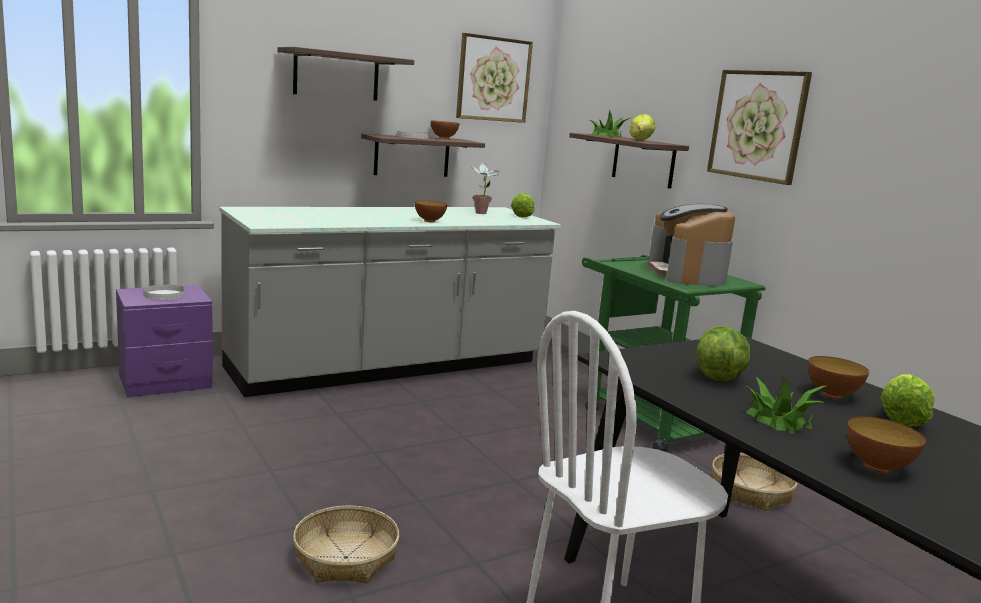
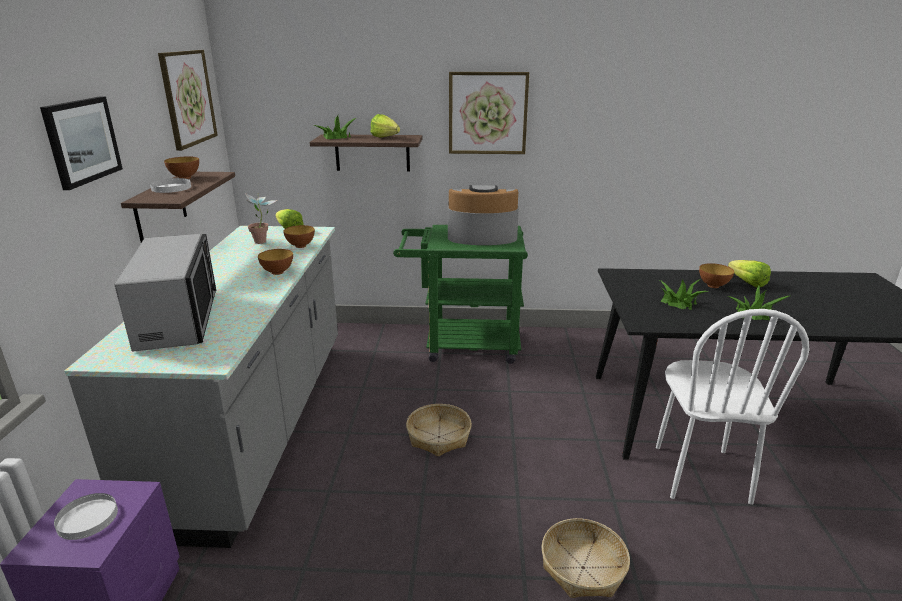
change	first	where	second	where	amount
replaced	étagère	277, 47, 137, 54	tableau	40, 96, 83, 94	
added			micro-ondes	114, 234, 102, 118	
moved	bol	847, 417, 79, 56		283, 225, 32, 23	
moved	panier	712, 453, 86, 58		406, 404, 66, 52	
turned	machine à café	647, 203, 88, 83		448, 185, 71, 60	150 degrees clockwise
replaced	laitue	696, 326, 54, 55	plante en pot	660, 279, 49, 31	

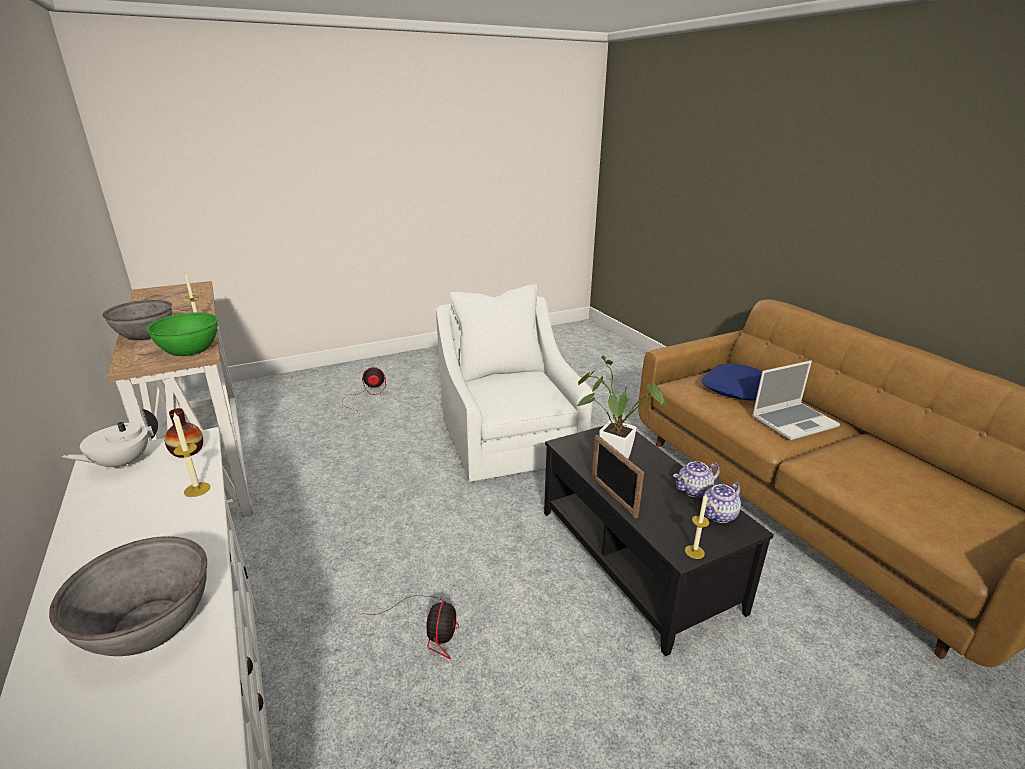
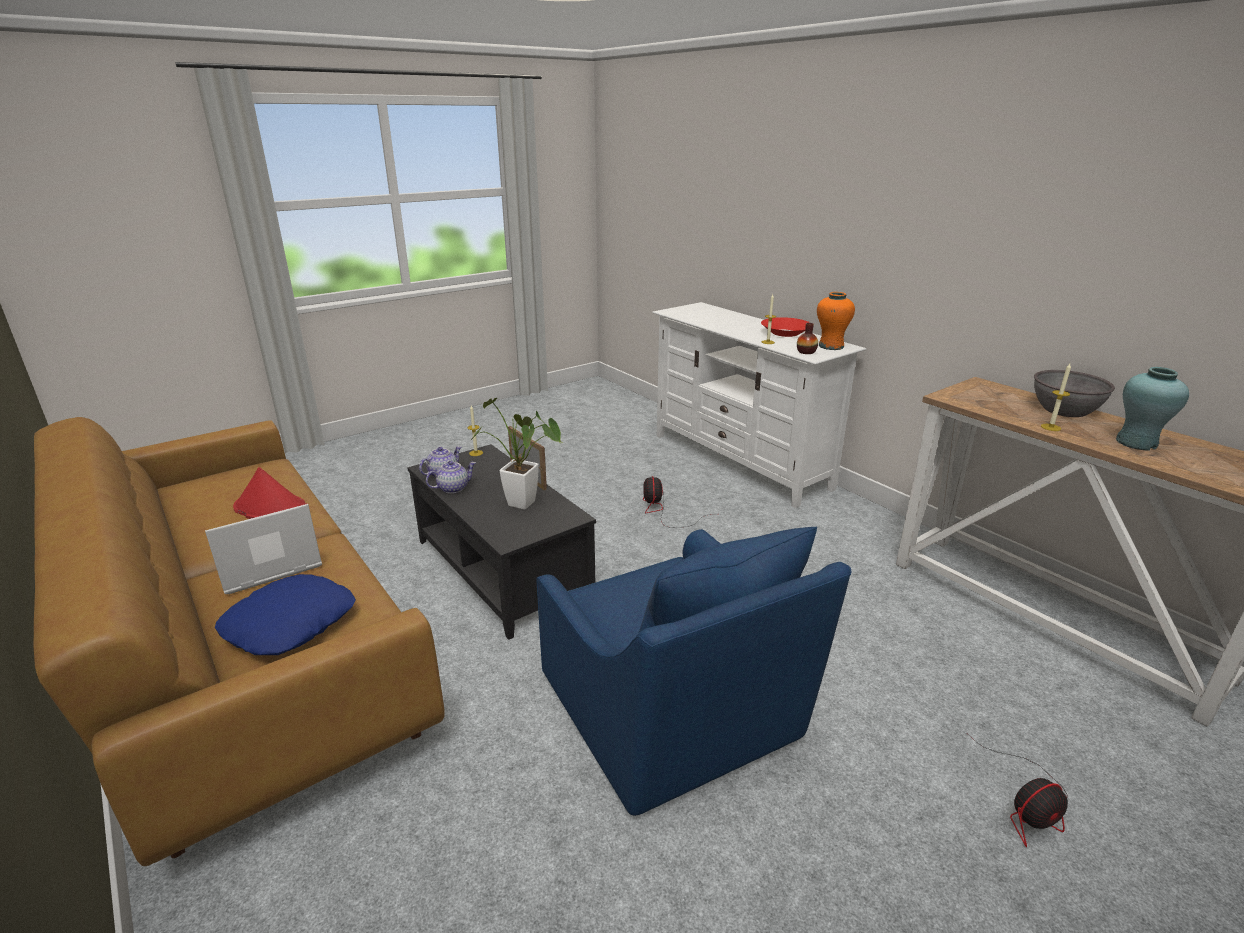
change	first	where	second	where	amount
added			chapeau (rouge)	233, 467, 74, 52	
recoloured	fauteuil (blanc)	435, 284, 158, 198	fauteuil (bleu)	537, 527, 315, 289	
added			bol (rouge)	761, 317, 49, 20	
replaced	théière (blanc)	61, 408, 97, 62	vase (orange)	817, 292, 38, 58	
added			vase (turquoise)	1116, 367, 73, 84	
removed	bol (gris)	49, 536, 158, 120			
removed	bol (vert)	146, 313, 72, 43			

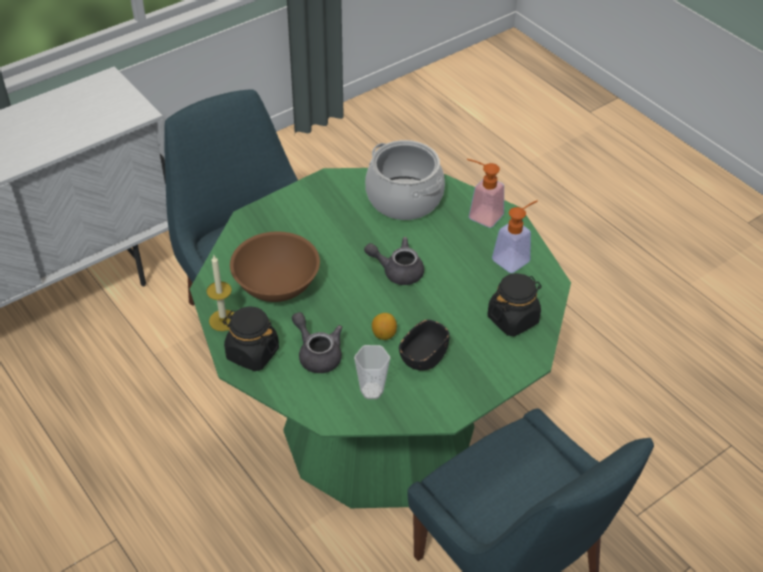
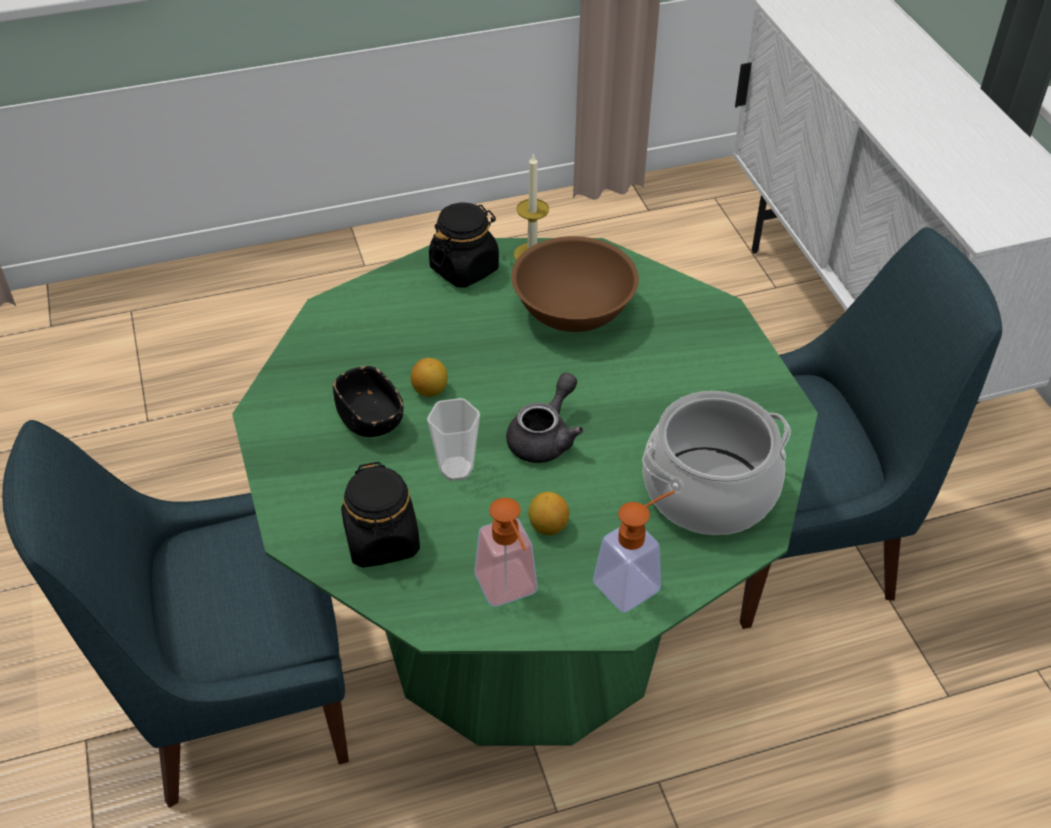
change	first	where	second	where	amount
moved	tasse	354, 345, 36, 54		427, 398, 53, 83	
added			citron	528, 492, 41, 43	
removed	théière (gris)	292, 312, 50, 61			

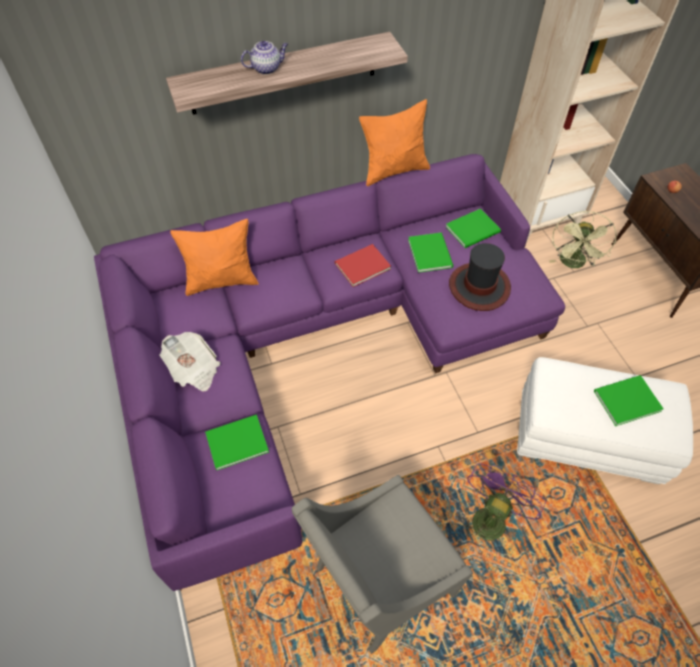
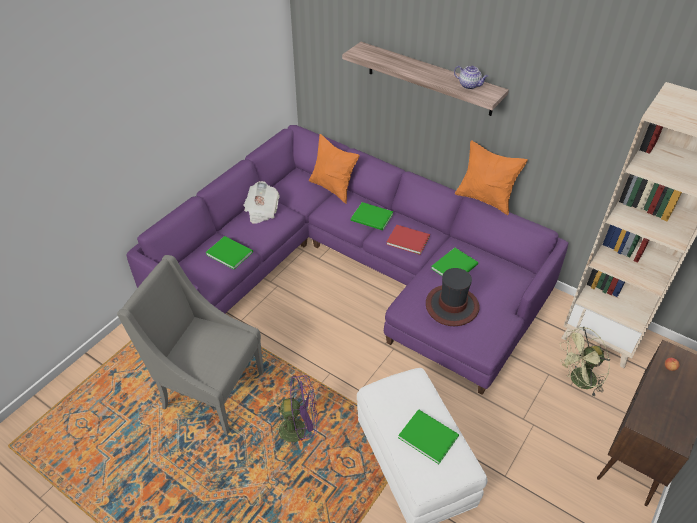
change	first	where	second	where	amount
moved	livre (vert)	446, 208, 55, 40		351, 202, 43, 28	
moved	théière	241, 41, 47, 33		454, 66, 35, 23	

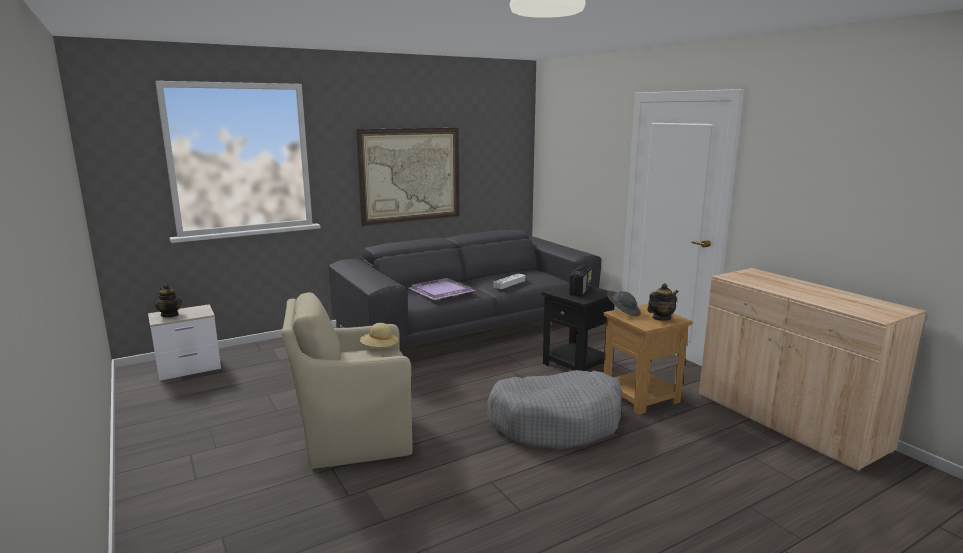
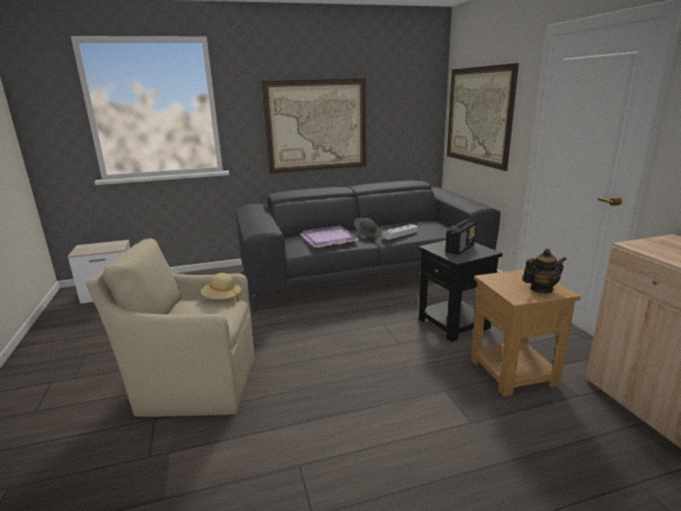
change	first	where	second	where	amount
moved	chapeau (gris)	607, 291, 34, 25		354, 218, 27, 19	
added			tableau	447, 63, 72, 108	
removed	théière	155, 284, 27, 33			
removed	panier pour chien (gris)	487, 370, 134, 80			

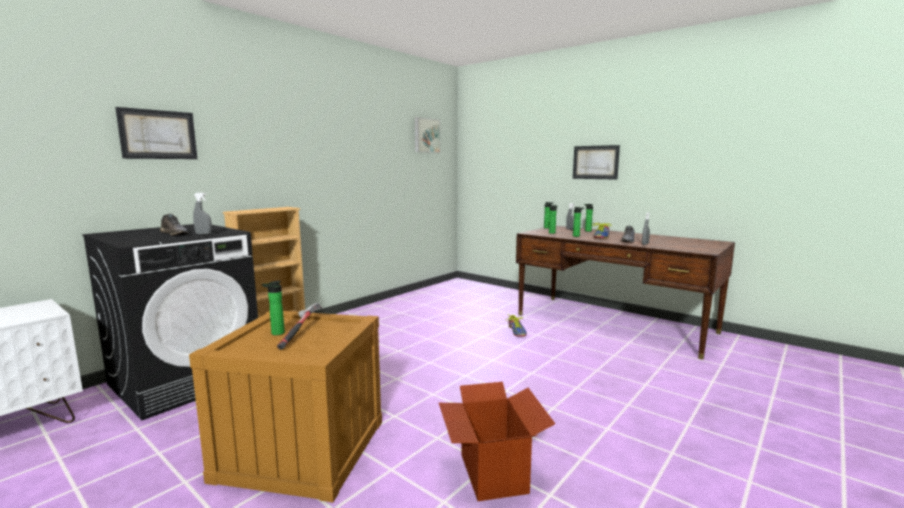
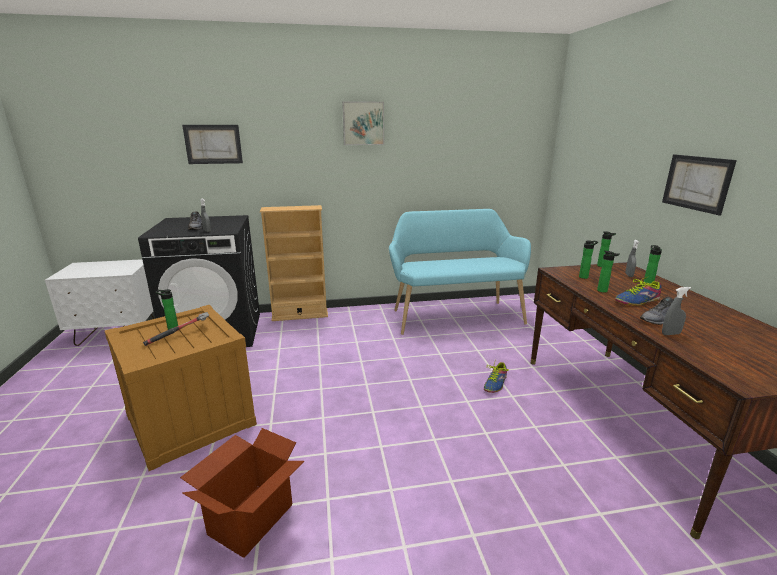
change	first	where	second	where	amount
moved	tableau	415, 117, 25, 36		342, 101, 42, 44	
added			banc (turquoise)	389, 209, 142, 126	

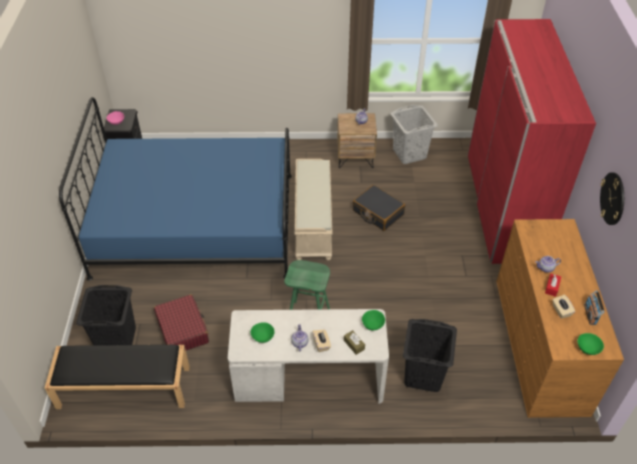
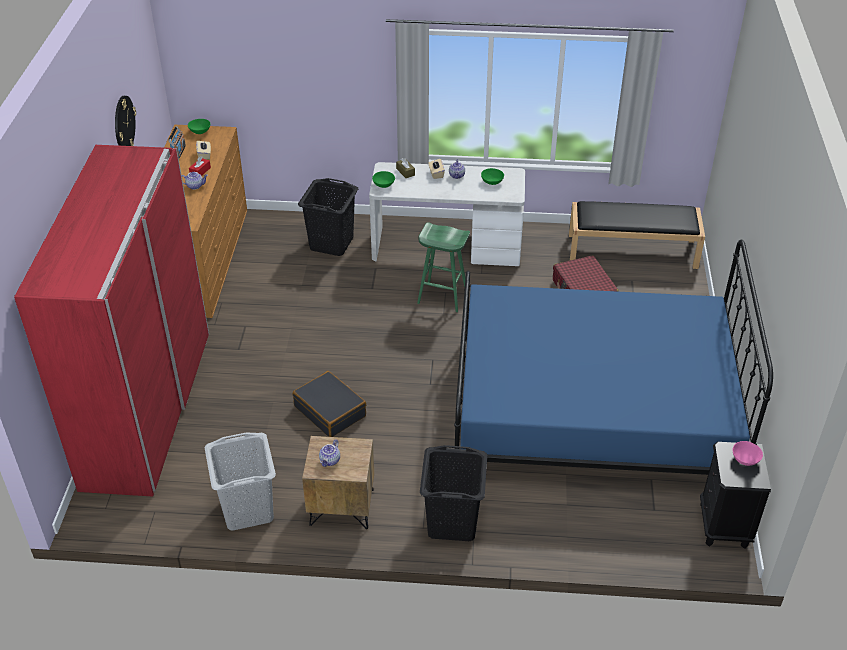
change	first	where	second	where	amount
moved	panier à linge (noir)	76, 285, 60, 60		420, 445, 67, 96	
removed	banc (beige)	295, 159, 37, 102			

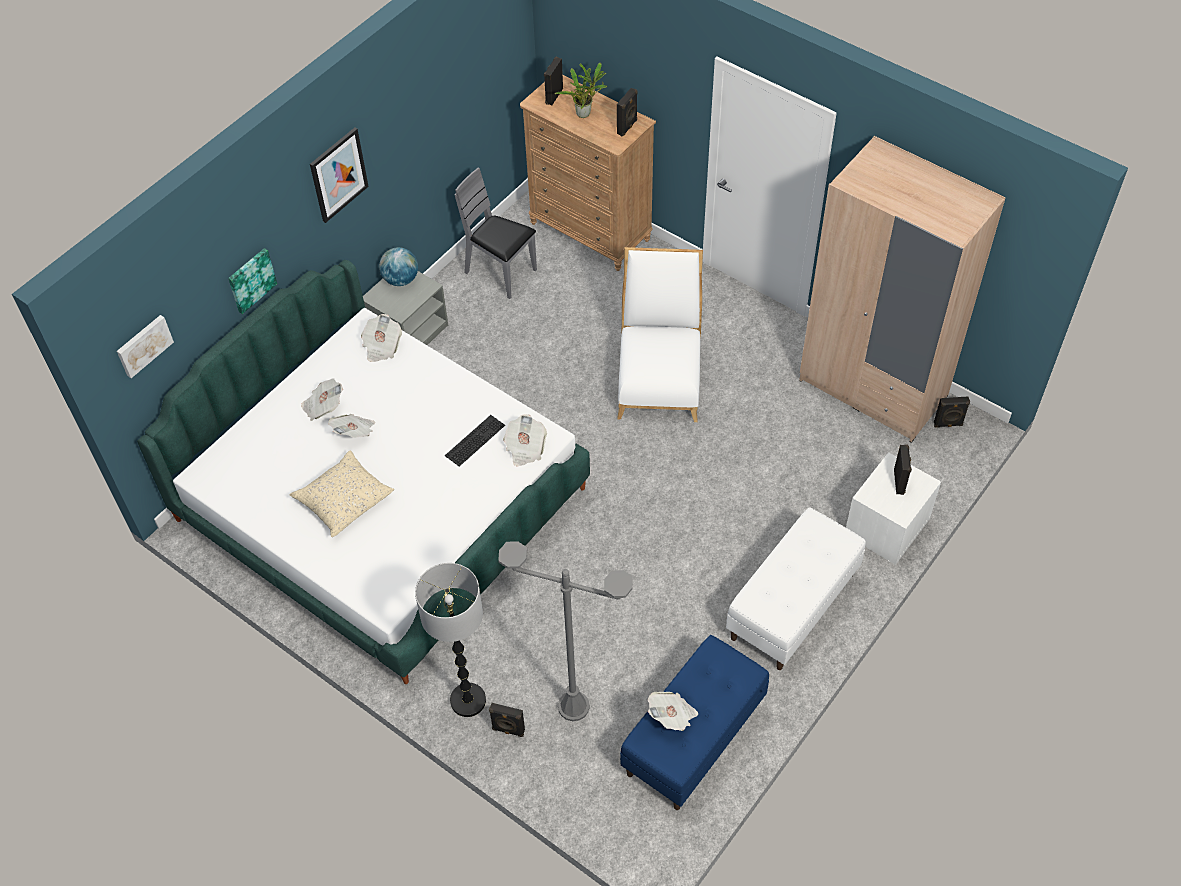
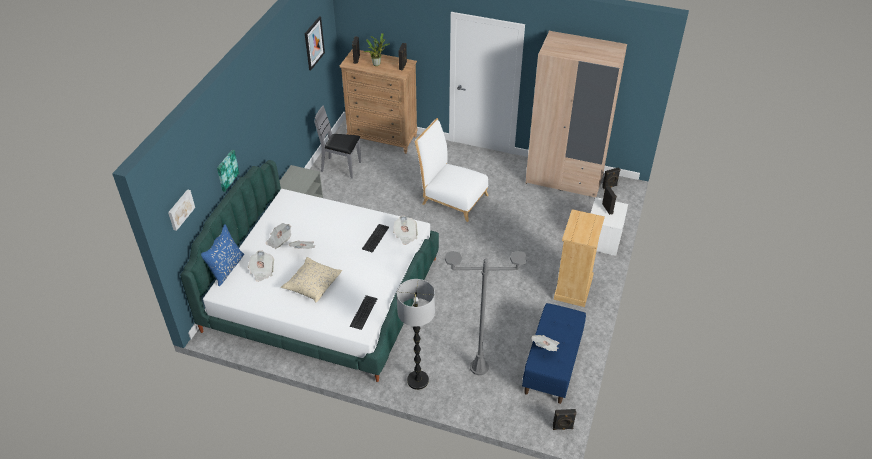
change	first	where	second	where	amount
added			coussin (bleu)	201, 224, 43, 62	
moved	journal	361, 314, 41, 48		248, 250, 26, 32	
moved	tableau	310, 128, 59, 95		305, 16, 20, 54	
added			clavier	350, 295, 28, 35	
turned	chaise (blanc)	618, 247, 85, 175		414, 118, 75, 104	45 degrees counterclockwise
moved	enceinte (noir)	489, 703, 36, 34		553, 409, 24, 21	
replaced	banc (blanc)	726, 508, 140, 162	commode (beige)	554, 209, 51, 98	
removed	globe	379, 247, 39, 39			

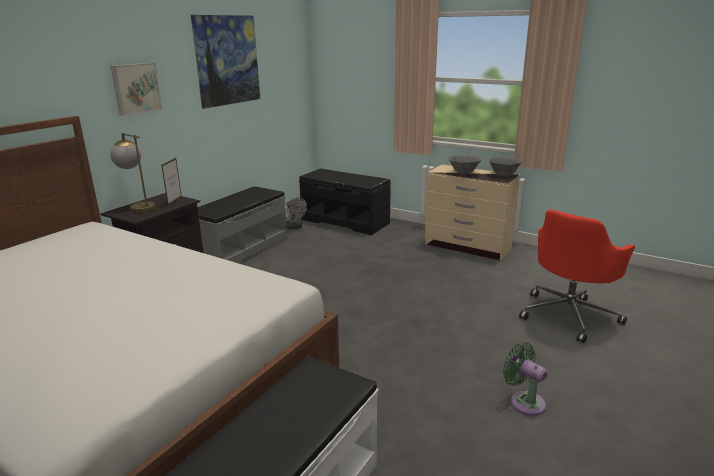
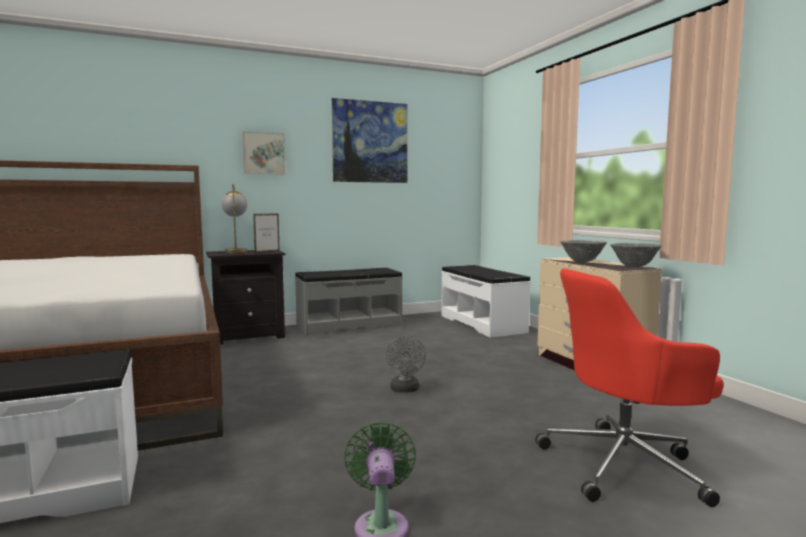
change	first	where	second	where	amount
moved	ventilateur (gris)	286, 197, 21, 32		385, 336, 41, 57	
recoloured	banc (noir)	299, 168, 92, 67	banc (blanc)	441, 265, 90, 73	

